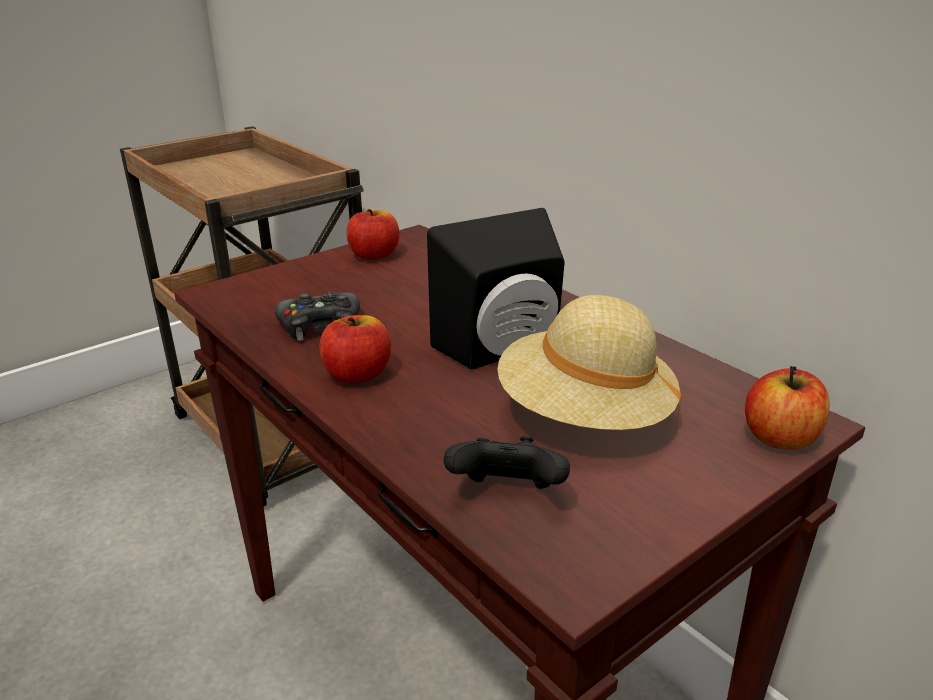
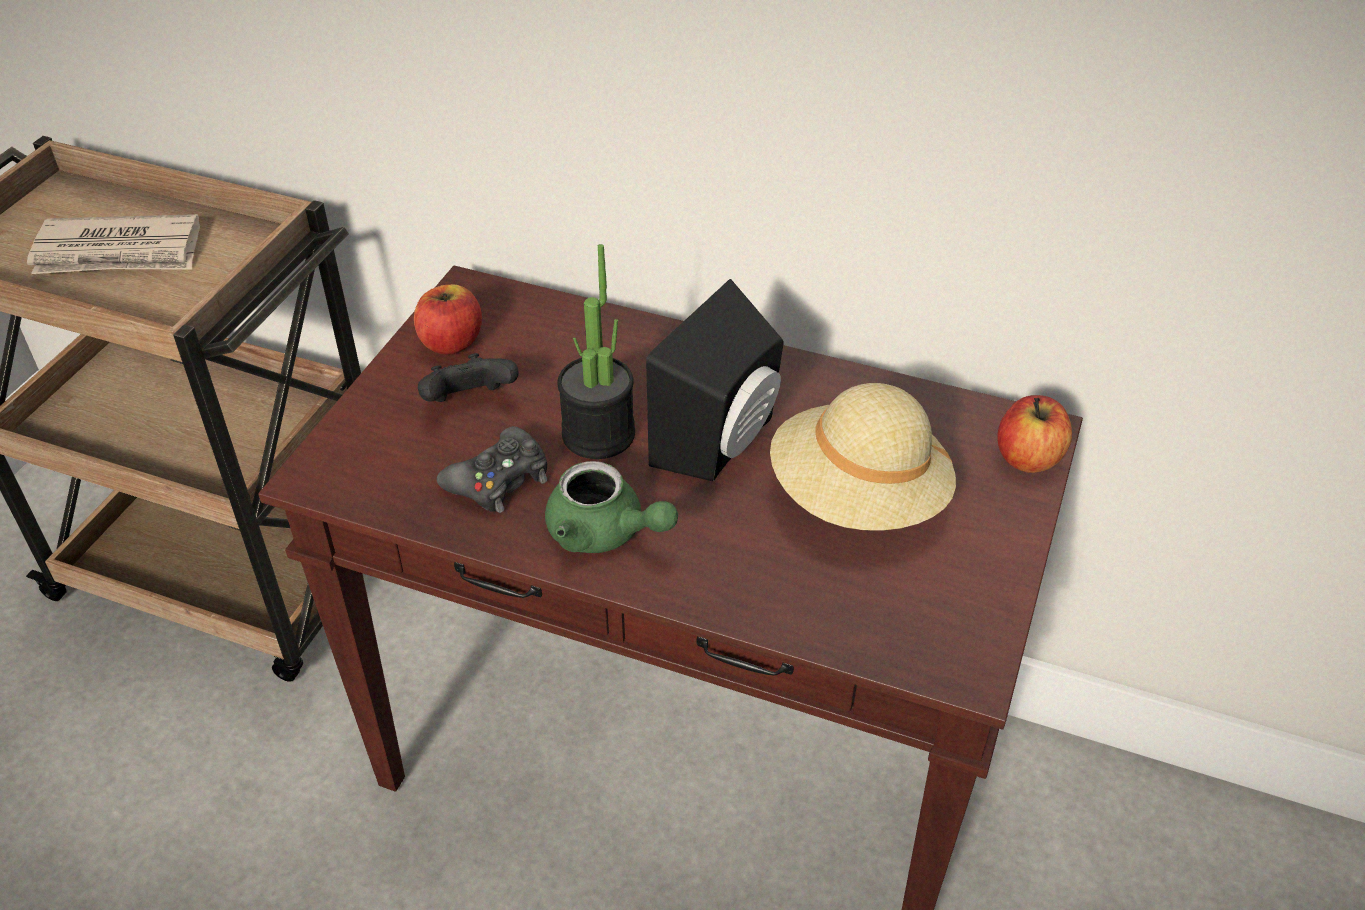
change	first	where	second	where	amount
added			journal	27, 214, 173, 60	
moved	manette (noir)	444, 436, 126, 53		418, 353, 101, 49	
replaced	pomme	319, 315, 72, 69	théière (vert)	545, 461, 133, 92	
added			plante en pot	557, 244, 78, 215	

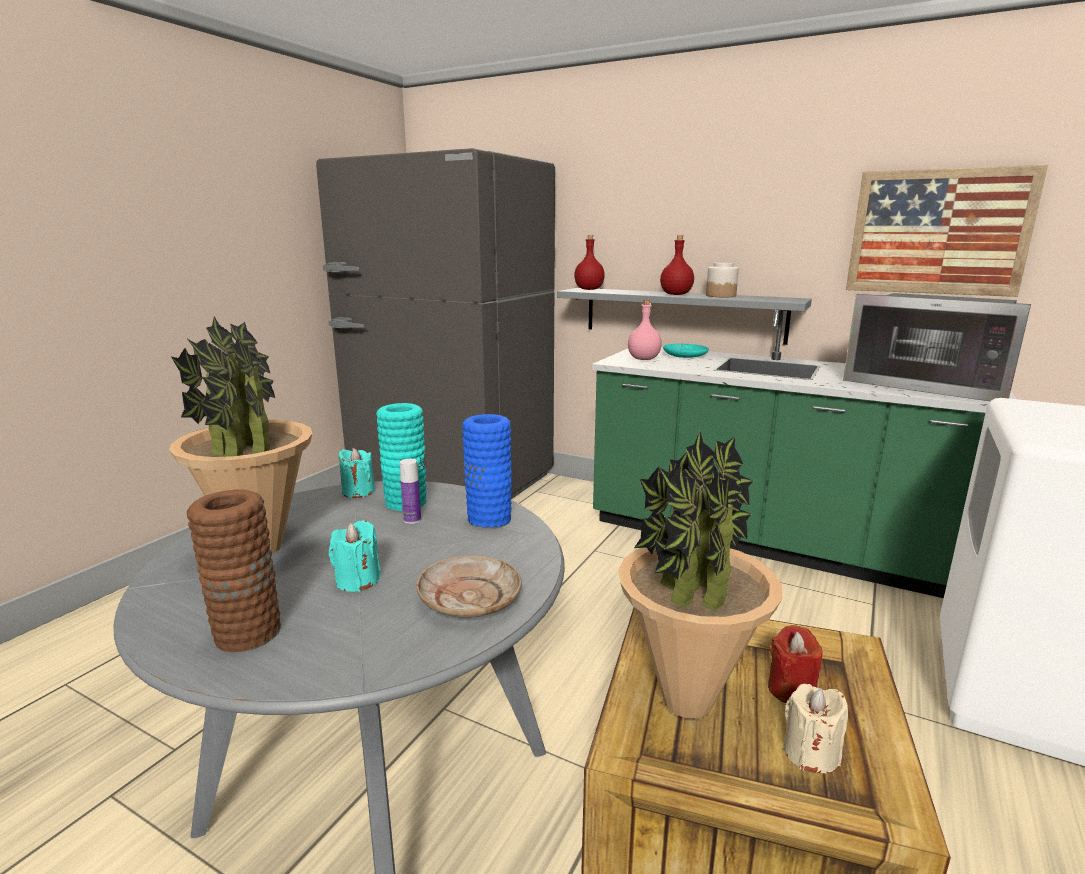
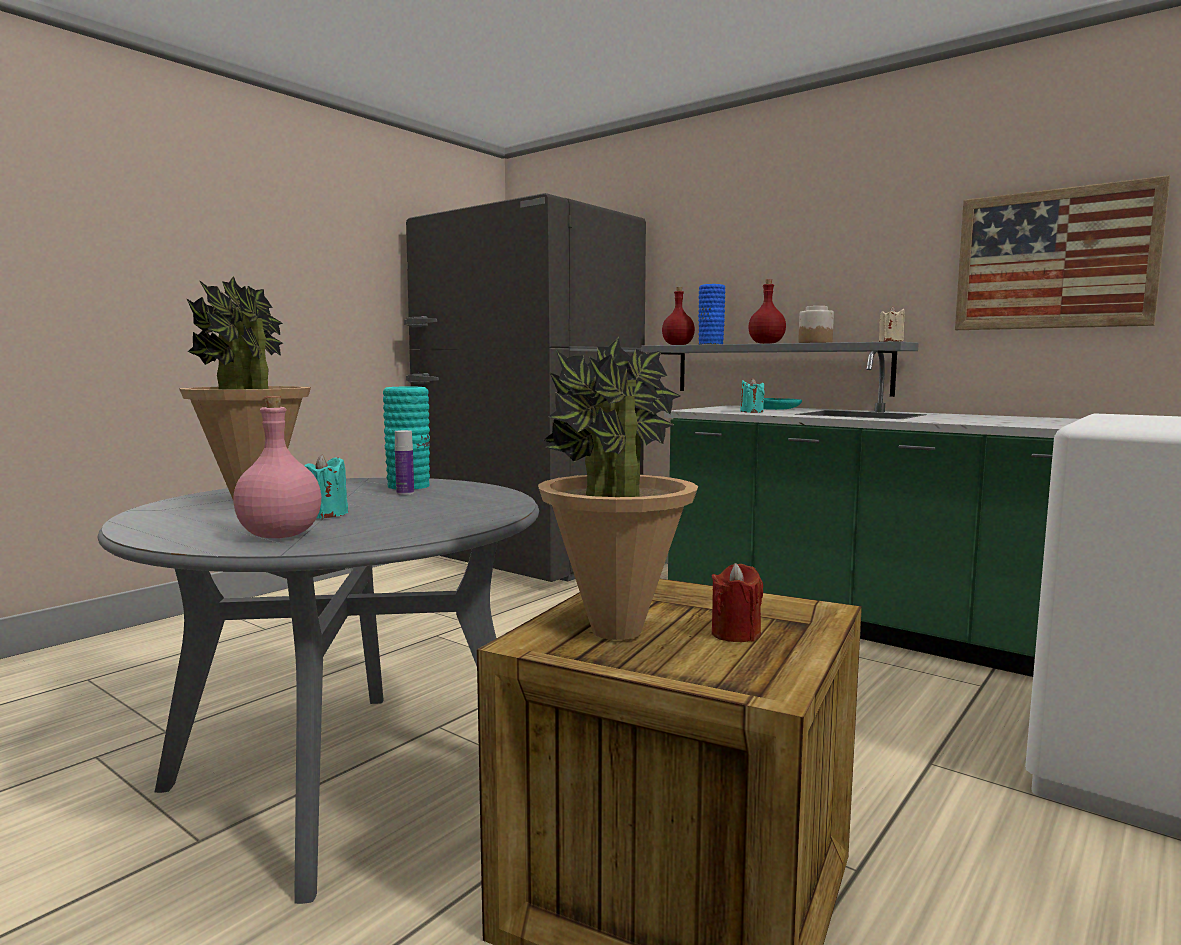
change	first	where	second	where	amount
moved	bouteille (rose)	628, 300, 34, 60		233, 396, 88, 142	
moved	vase (bleu)	462, 414, 50, 115		698, 284, 27, 61	
moved	bougie (turquoise)	338, 448, 37, 50		740, 378, 25, 35	
moved	bougie (beige)	784, 684, 64, 89		879, 306, 26, 36	
removed	vase (marron)	187, 489, 94, 163			
removed	assiette (beige)	417, 555, 105, 63			
removed	micro-ondes	843, 293, 188, 108			

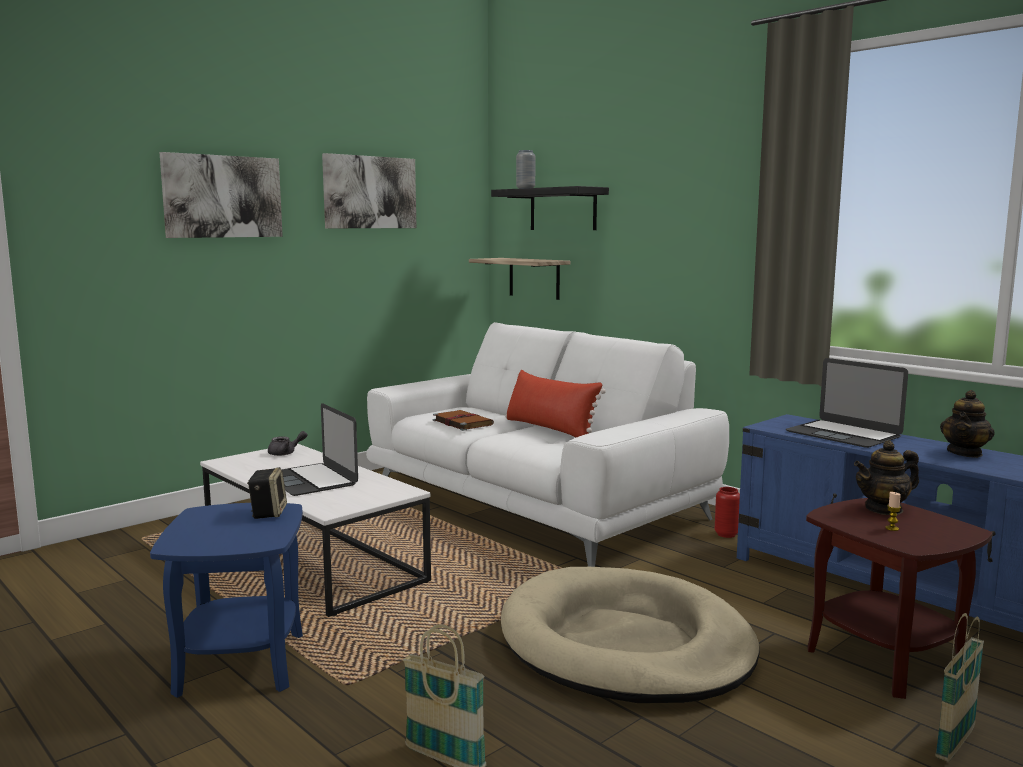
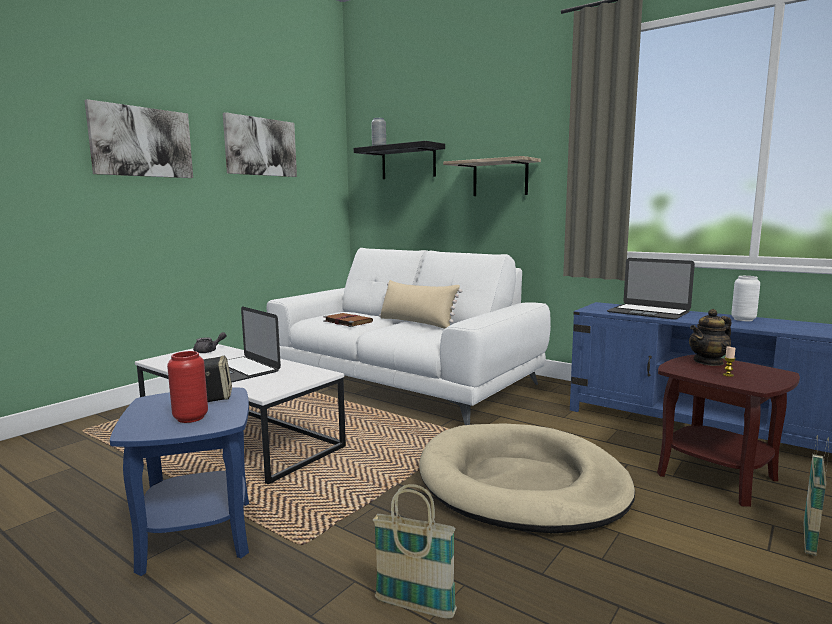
change	first	where	second	where	amount
moved	vase (rouge)	715, 487, 25, 51		167, 351, 41, 72	
recoloured	coussin (rouge)	505, 370, 101, 68	coussin (beige)	379, 280, 83, 49	
moved	étagère	469, 258, 102, 42		443, 156, 98, 40	
replaced	théière	940, 390, 55, 68	vase (blanc)	731, 276, 29, 45	

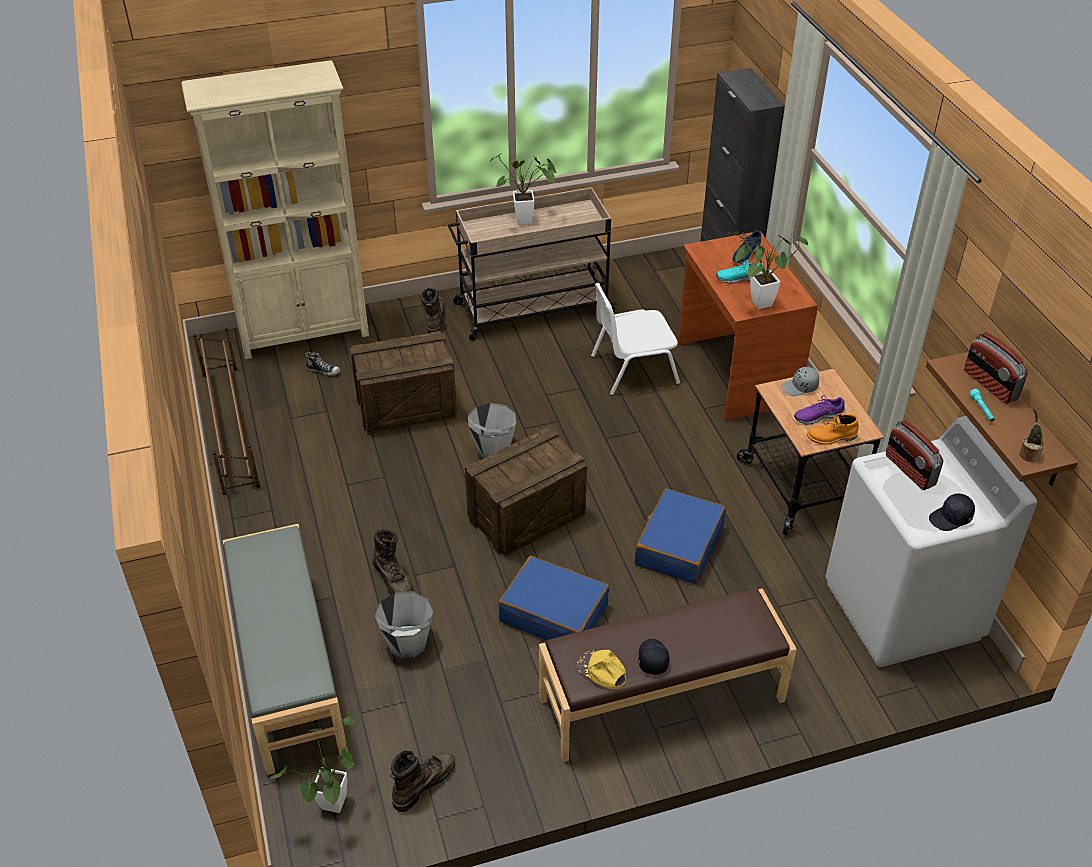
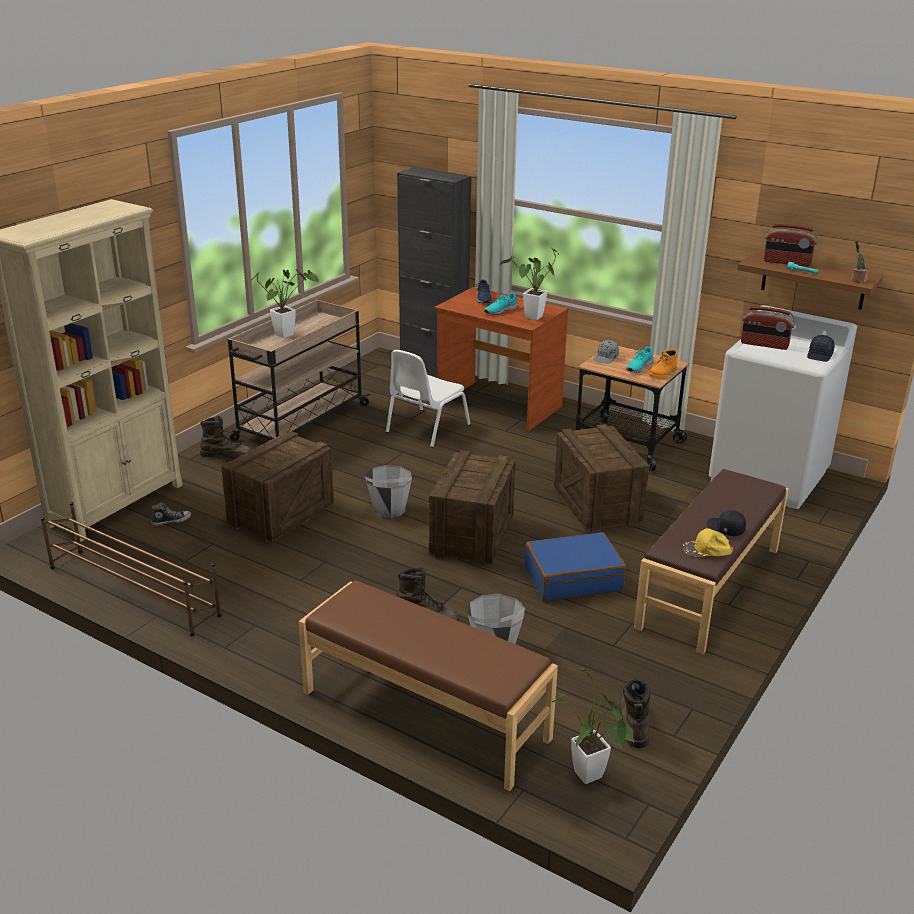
change	first	where	second	where	amount
turned	botte (marron)	421, 288, 25, 46		200, 416, 52, 43	135 degrees clockwise
recoloured	banc (gris)	223, 524, 125, 251	banc (marron)	299, 580, 259, 211	
replaced	valise (bleu)	635, 488, 91, 96	caisse	554, 424, 95, 108	
recoloured	chaussure (violet)	794, 396, 52, 29	chaussure (turquoise)	626, 347, 28, 26	

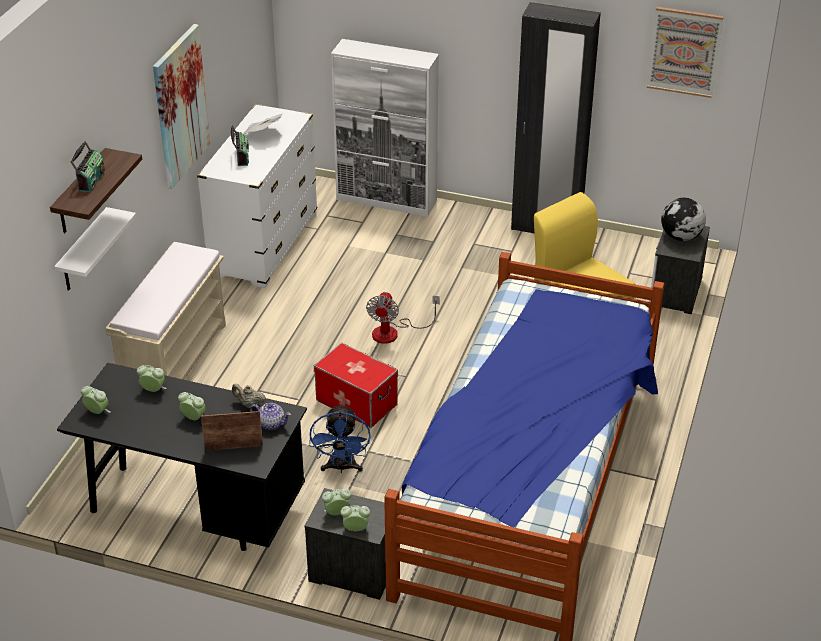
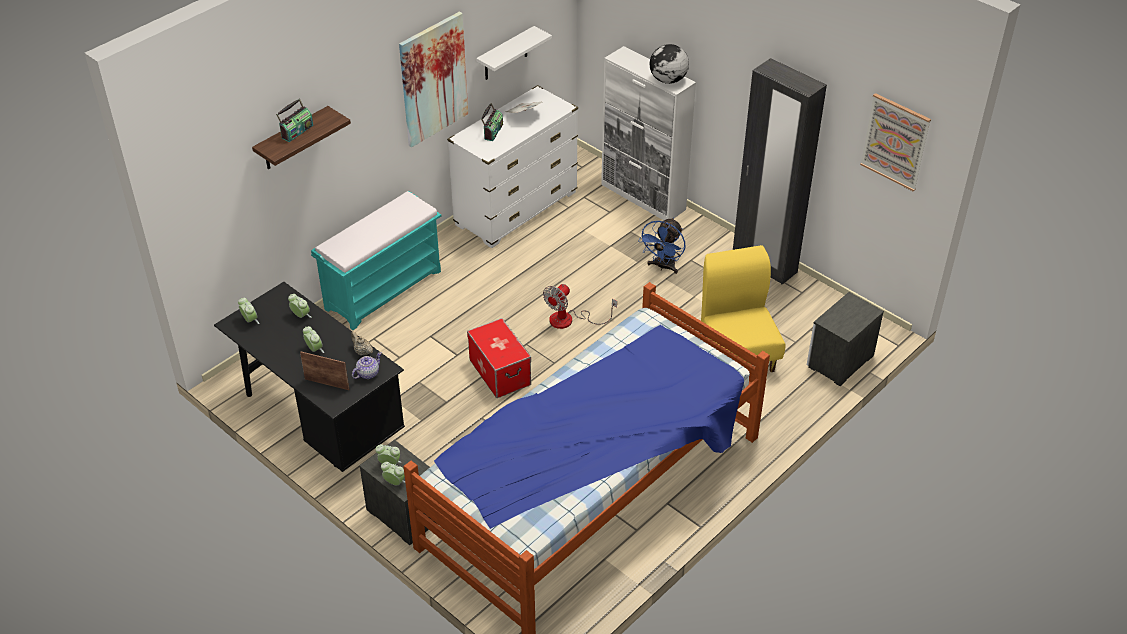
change	first	where	second	where	amount
recoloured	banc (beige)	105, 242, 121, 138	banc (turquoise)	311, 191, 130, 139	
turned	théière	250, 403, 41, 27		352, 352, 30, 27	90 degrees counterclockwise
moved	étagère (blanc)	54, 207, 82, 84		476, 26, 76, 54	
moved	ventilateur (bleu)	309, 403, 62, 70		638, 217, 47, 57	
moved	globe	661, 198, 45, 43		650, 44, 39, 40	

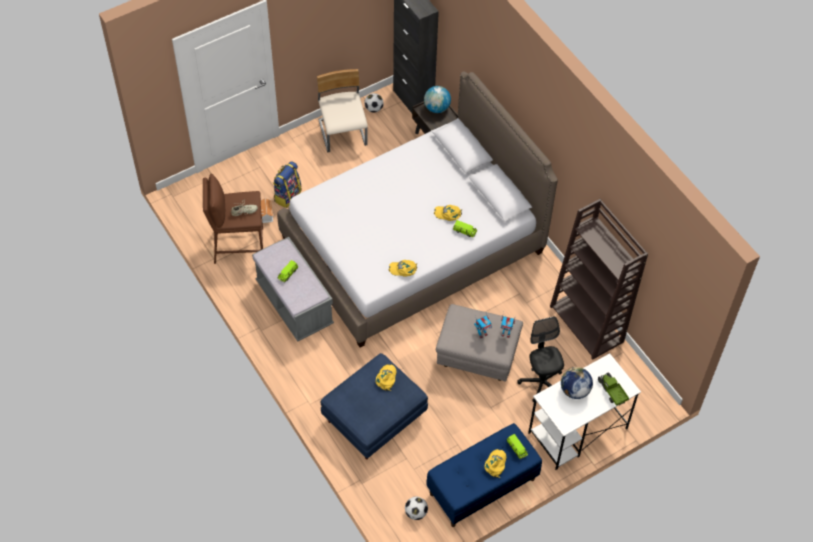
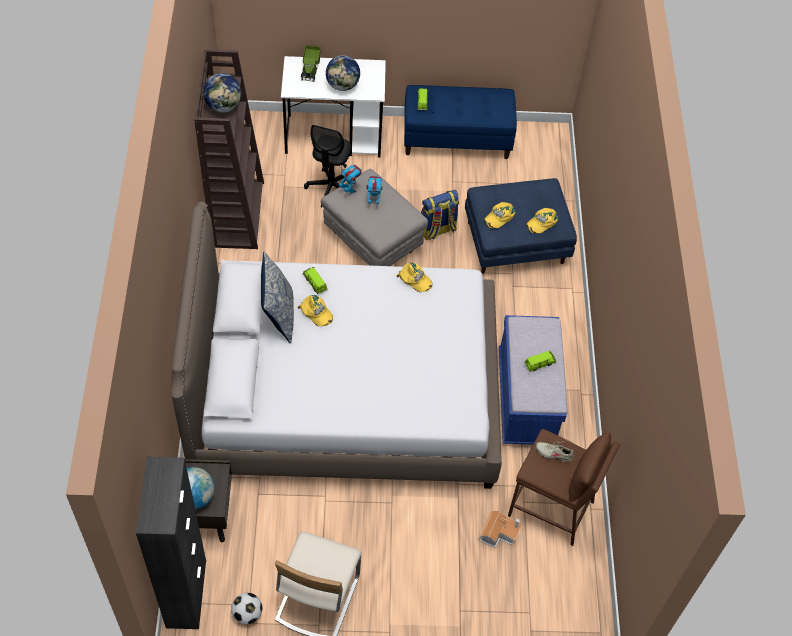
change	first	where	second	where	amount
added			globe	203, 73, 39, 40	
added			coussin	261, 251, 33, 93	
moved	sac à dos	273, 161, 29, 47		421, 190, 38, 50	
recoloured	banc (gris)	252, 237, 82, 105	banc (bleu)	499, 315, 68, 130	
moved	casquette (jaune)	484, 449, 23, 29		527, 208, 31, 26	
removed	ballon de foot	405, 496, 23, 24			

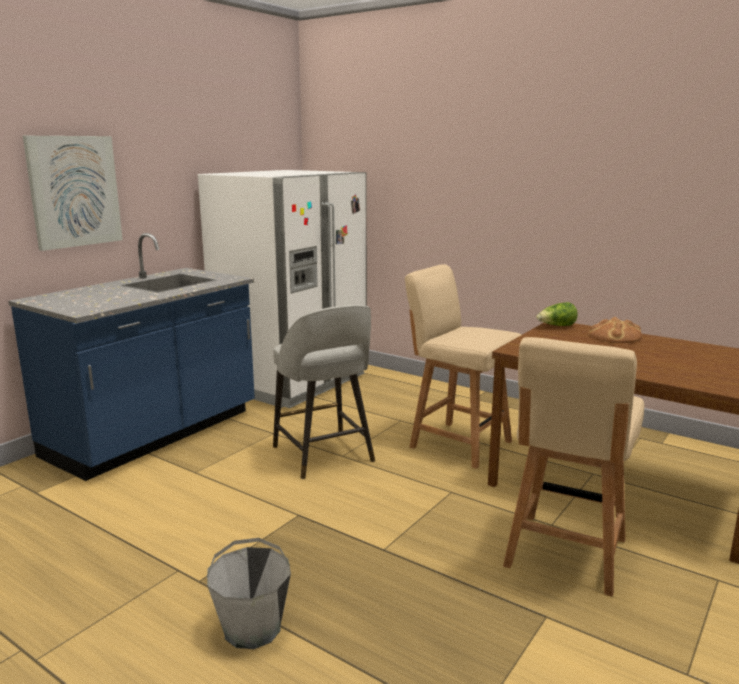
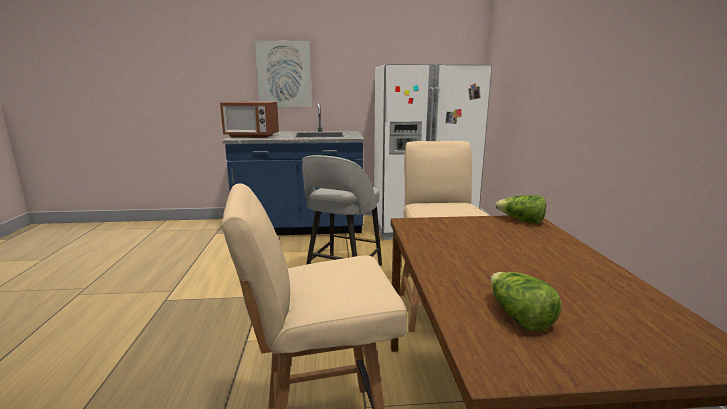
change	first	where	second	where	amount
added			micro-ondes	220, 101, 59, 37	
added			laitue	490, 272, 72, 59	
removed	seau (gris)	207, 538, 84, 111			
removed	pain	588, 317, 54, 26			

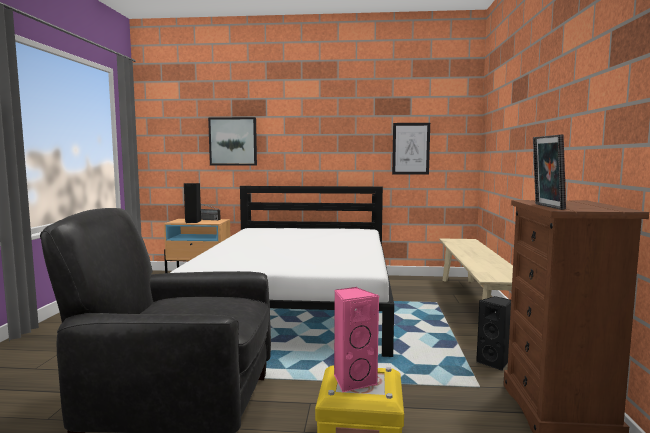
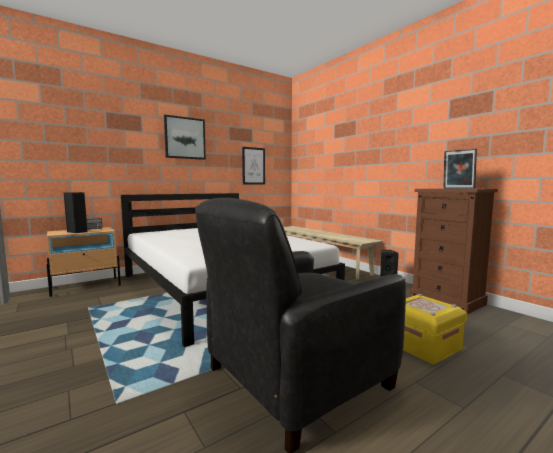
change	first	where	second	where	amount
moved	tableau	208, 117, 49, 49		164, 115, 42, 45	
removed	enceinte (rose)	334, 287, 45, 105			

